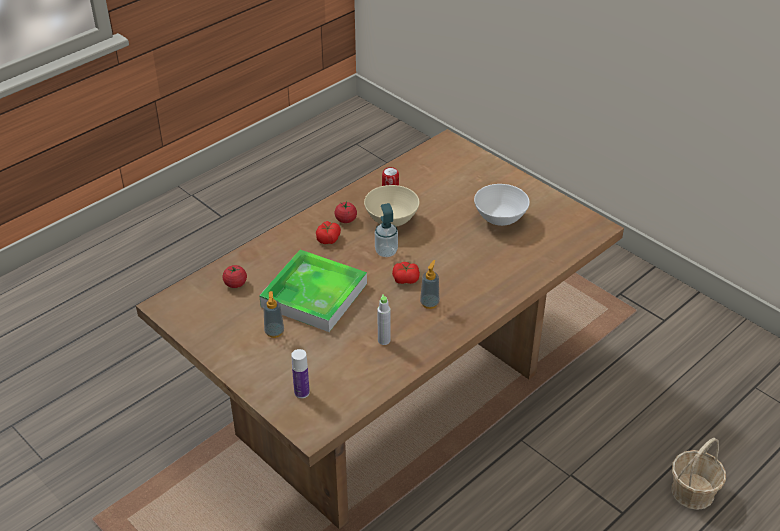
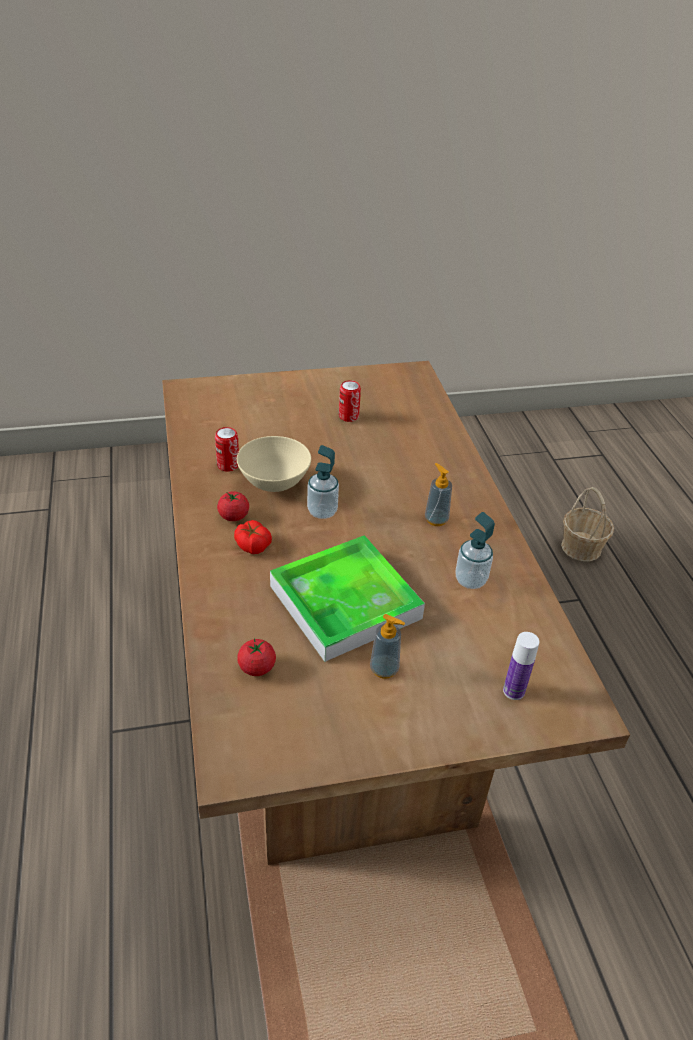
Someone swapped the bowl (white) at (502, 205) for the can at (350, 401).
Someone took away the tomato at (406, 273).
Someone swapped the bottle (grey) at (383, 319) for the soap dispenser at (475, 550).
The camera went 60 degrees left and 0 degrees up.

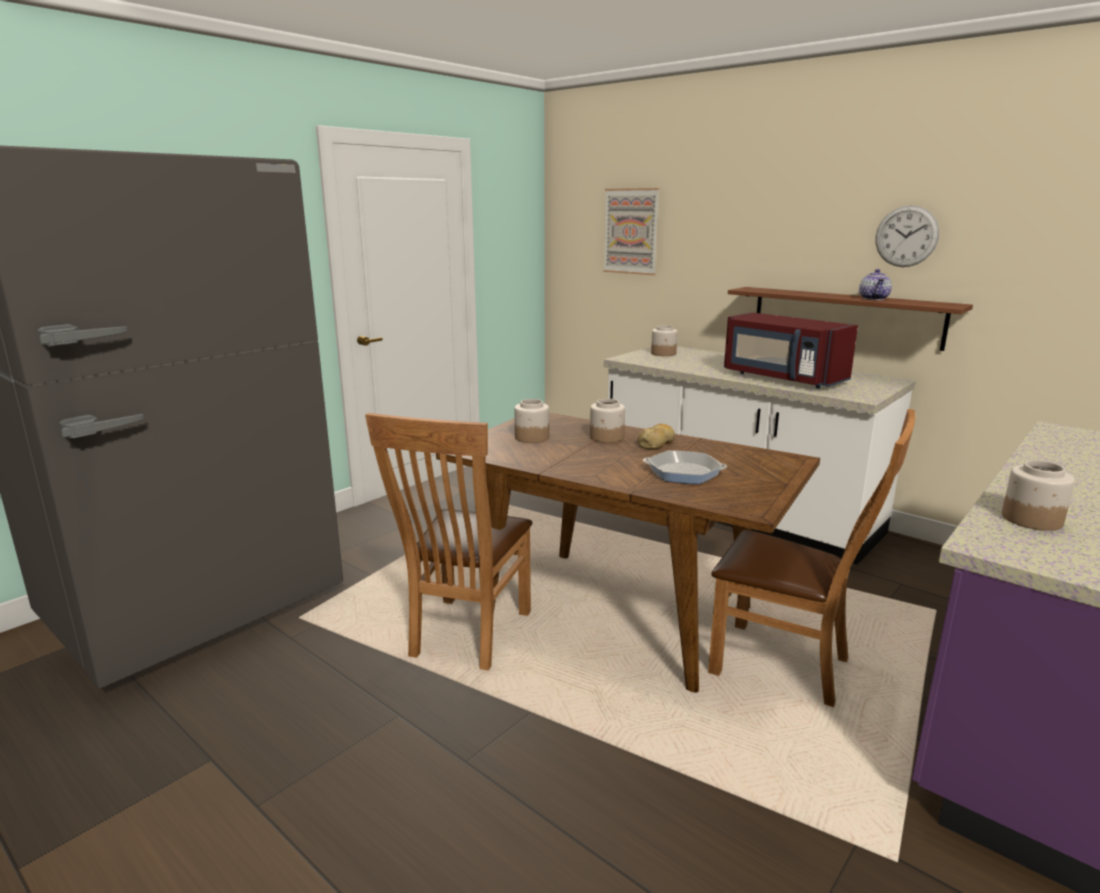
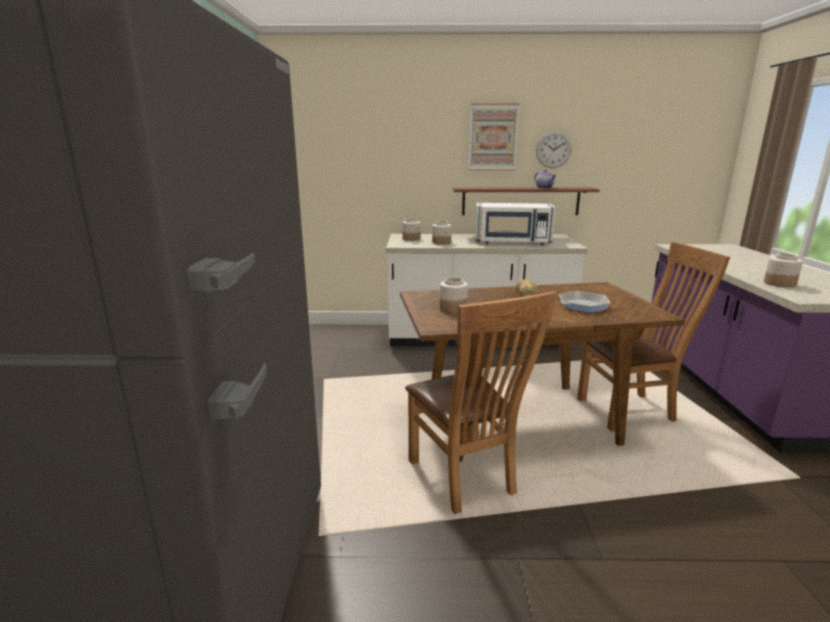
Someone carried the picture from (631, 231) to (494, 136).
Someone repainted the microwave (red) at (791, 350), which became the microwave (white) at (515, 224).
Someone carried the jar from (607, 421) to (442, 233).
The camera went 40 degrees left and 0 degrees up.

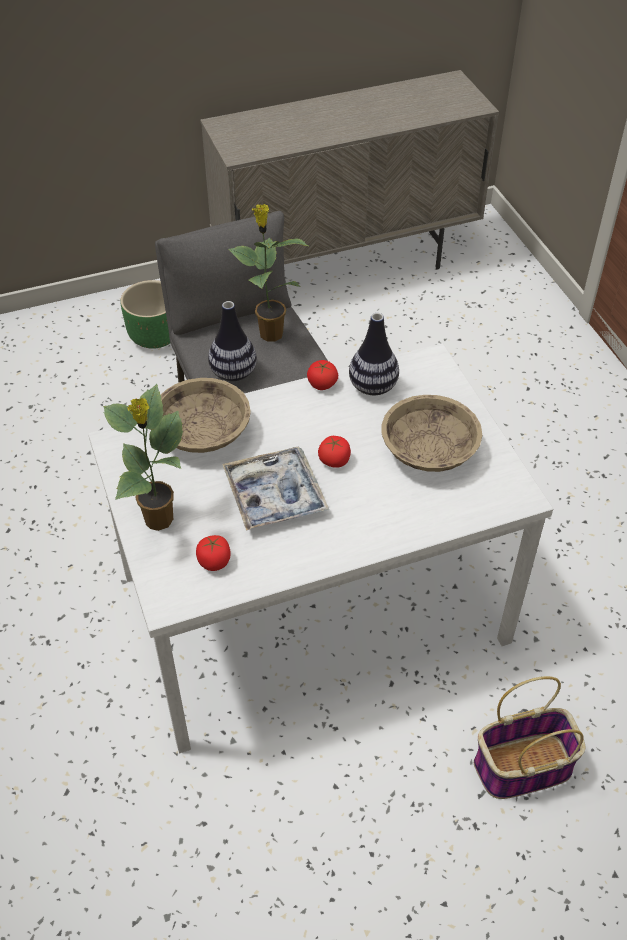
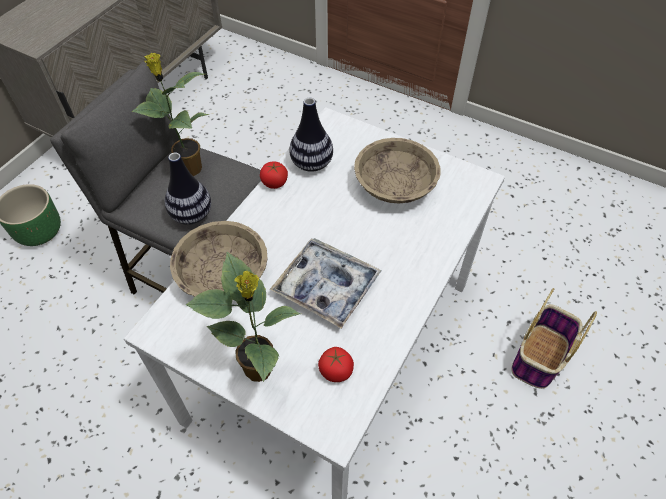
Someone took away the tomato at (334, 452).
The camera went 40 degrees left and 5 degrees up.

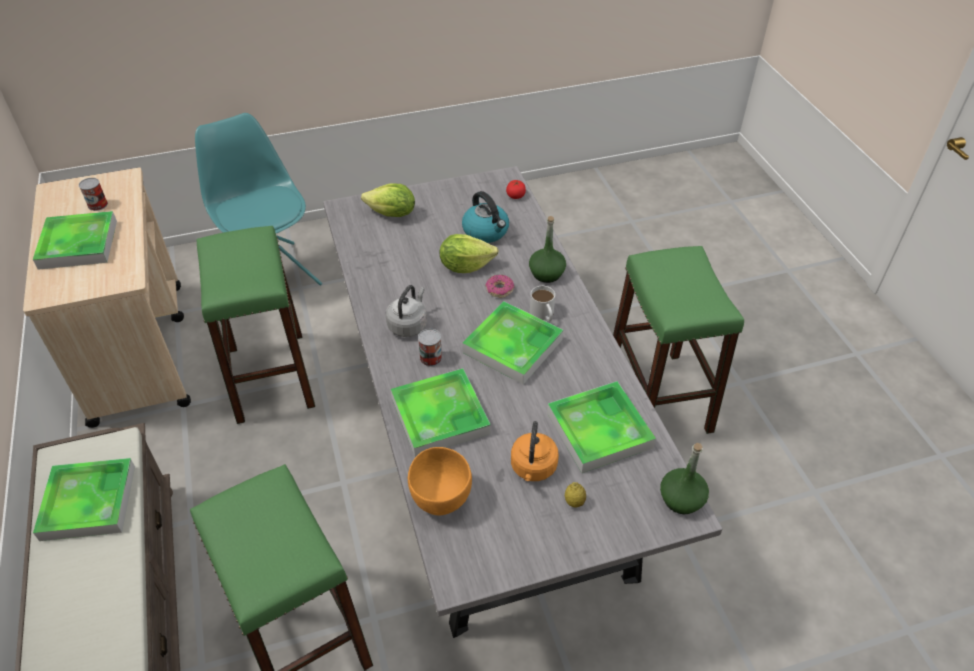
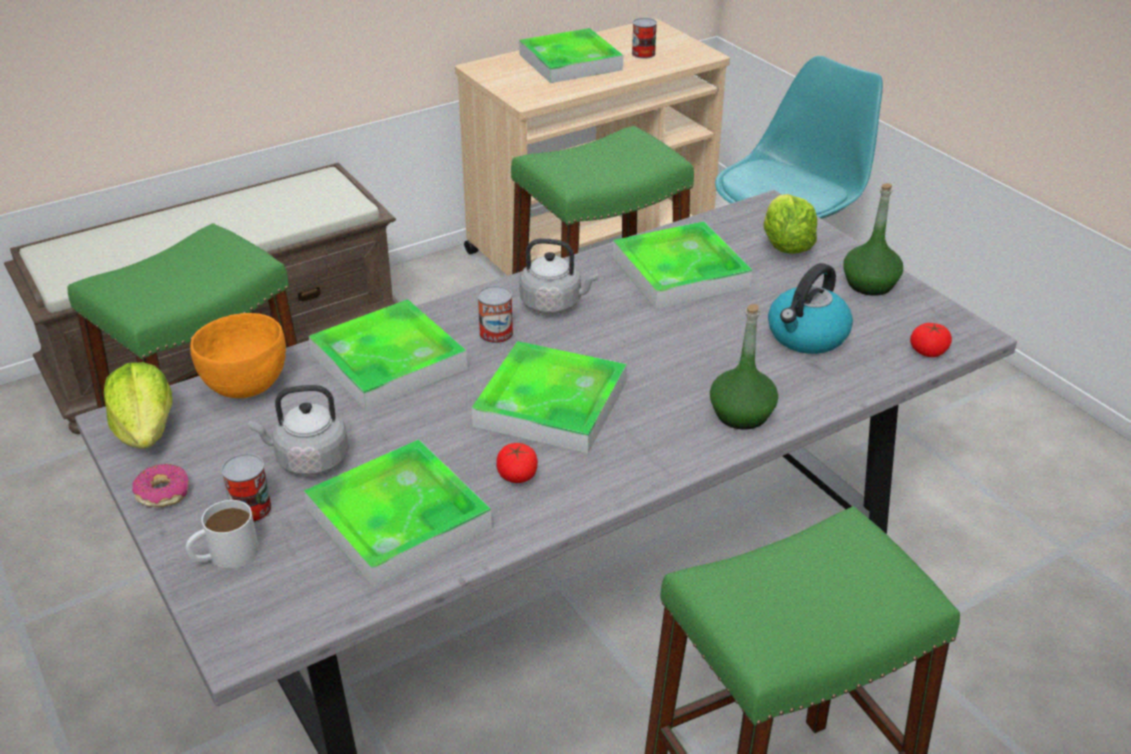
Someone carried the lettuce from (469, 253) to (137, 405).
Someone carried the donut from (499, 286) to (160, 485).
Someone carried the mug (white) from (542, 303) to (222, 534).
Someone repainted the kettle (orange) at (535, 451), which became the kettle (grey) at (299, 430).
Someone carried the bottle (green) from (684, 478) to (873, 239).
Someone carried the tray from (84, 499) to (682, 265).
Someone swapped the lemon at (575, 495) for the can at (246, 488).
Someone put down the tomato at (517, 463).
The camera went 75 degrees right and 10 degrees down.

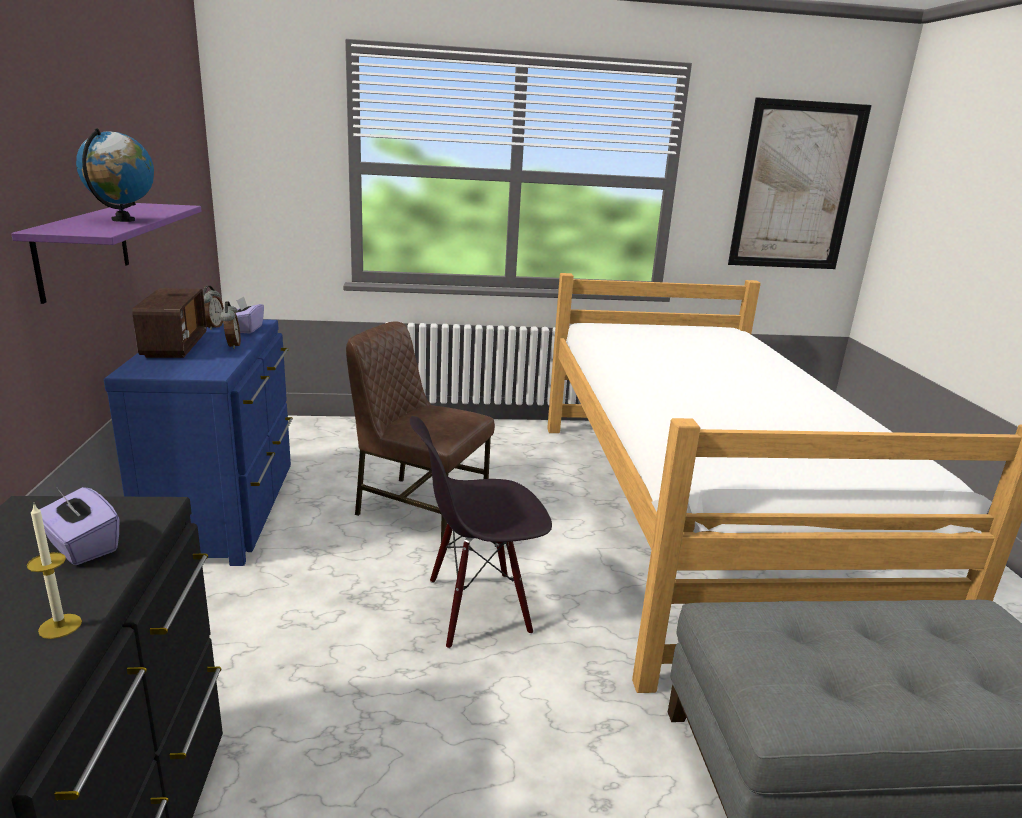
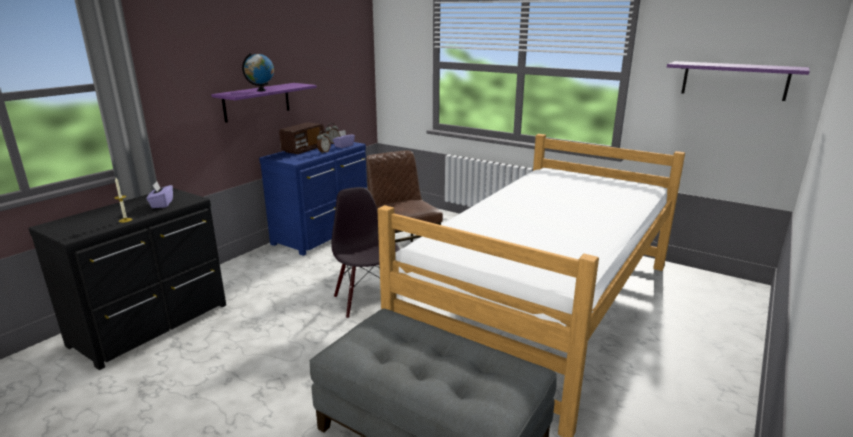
Someone swapped the picture at (800, 183) for the shelf (purple) at (738, 81).
Someone rotated the chair (black) at (481, 532) by 45 degrees clockwise.
The camera went 40 degrees right and 0 degrees up.

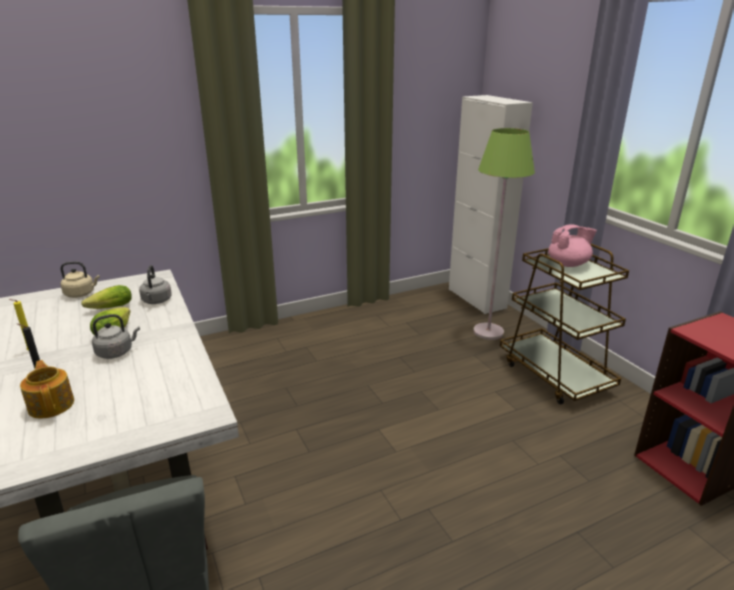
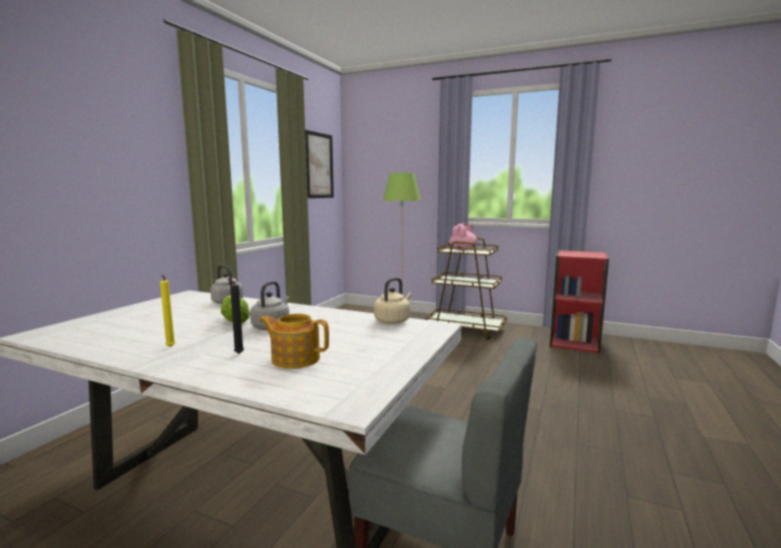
Someone took away the cabinet (white) at (491, 204).
Someone carried the kettle (beige) from (80, 280) to (393, 300).
Someone took away the lettuce at (106, 297).
Someone put up the picture at (319, 164).
The camera went 40 degrees left and 15 degrees down.

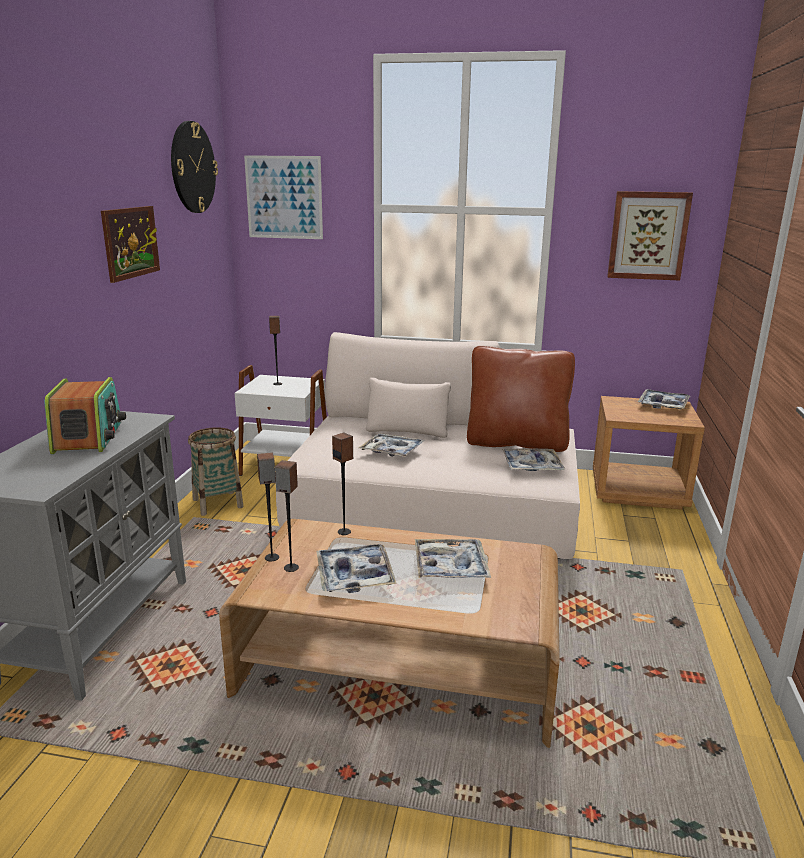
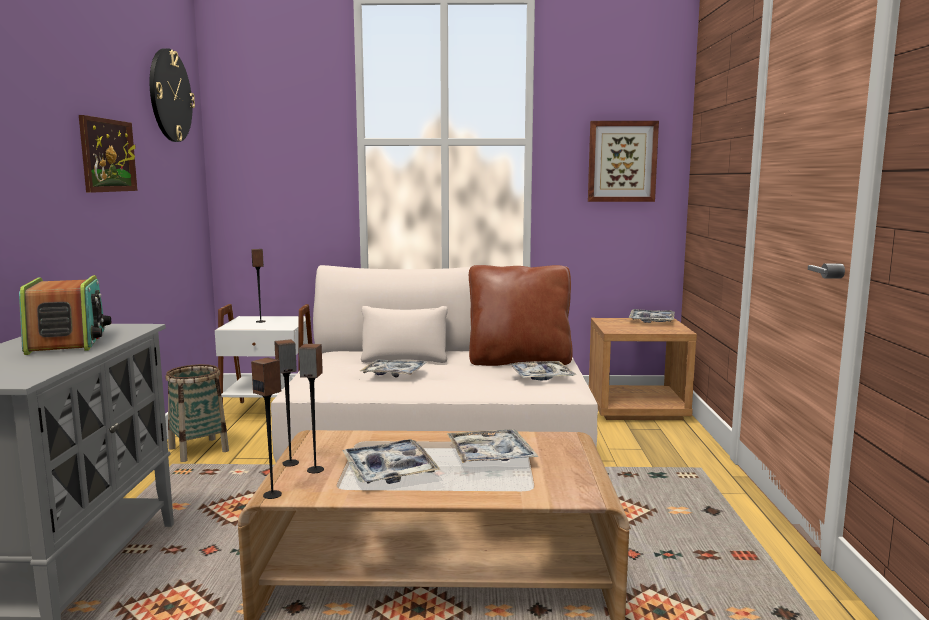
Someone took away the picture at (283, 197).
Someone carried the speaker from (342, 484) to (266, 428).
The camera went 10 degrees left and 10 degrees down.

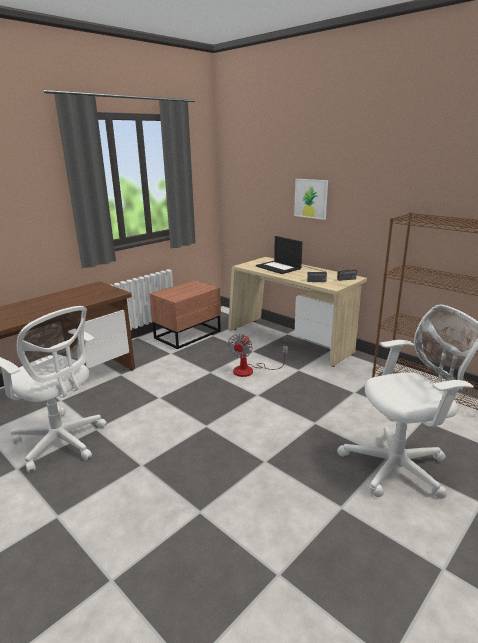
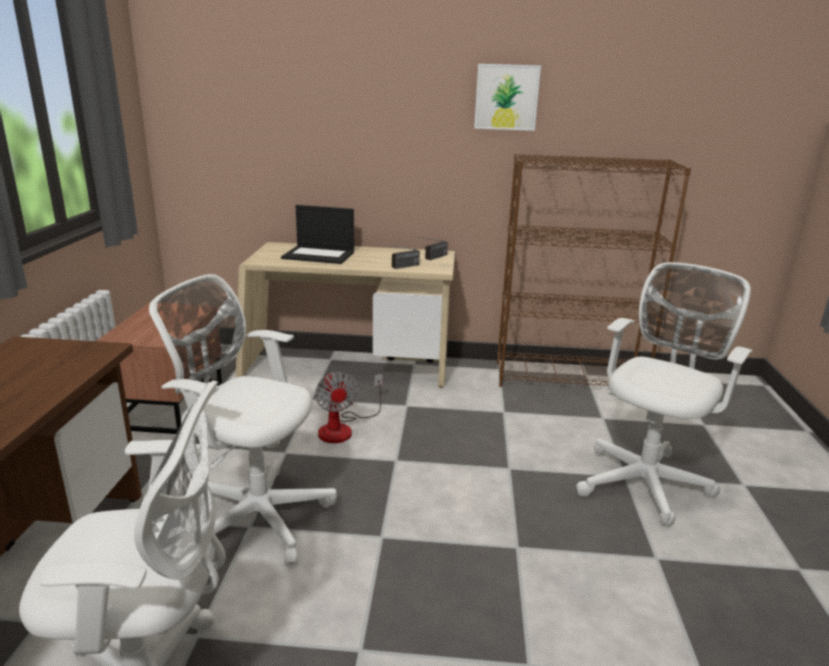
Someone carried the picture from (311, 199) to (507, 97).
Someone put down the office chair (white) at (243, 420).
The camera went 40 degrees left and 0 degrees up.

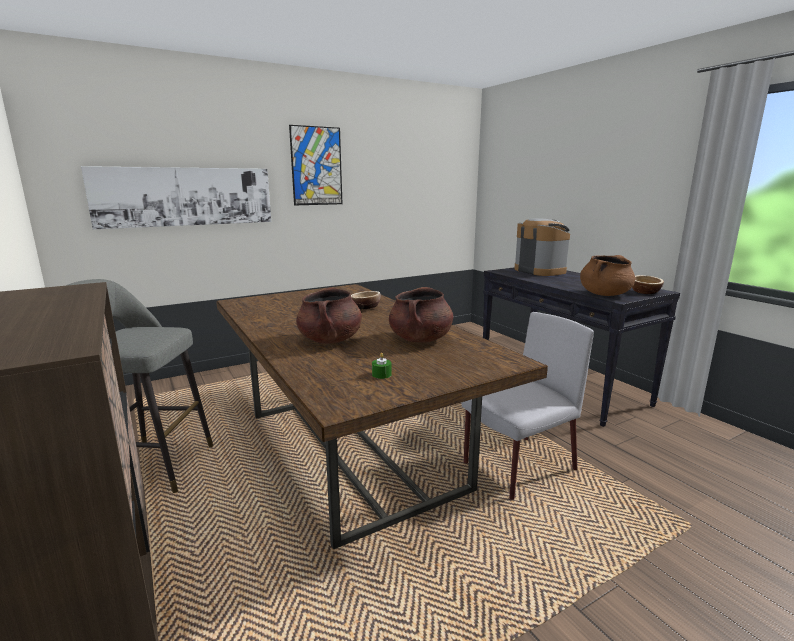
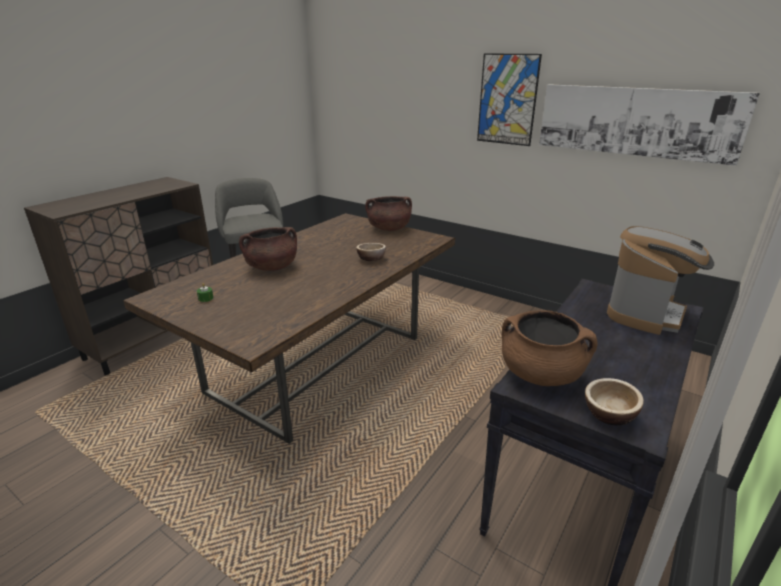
Someone carried the picture from (176, 197) to (649, 125).
Someone carried the cooking pot (brown) from (421, 314) to (388, 213).
Someone took away the chair (grey) at (528, 406).
The camera went 65 degrees right and 10 degrees up.

